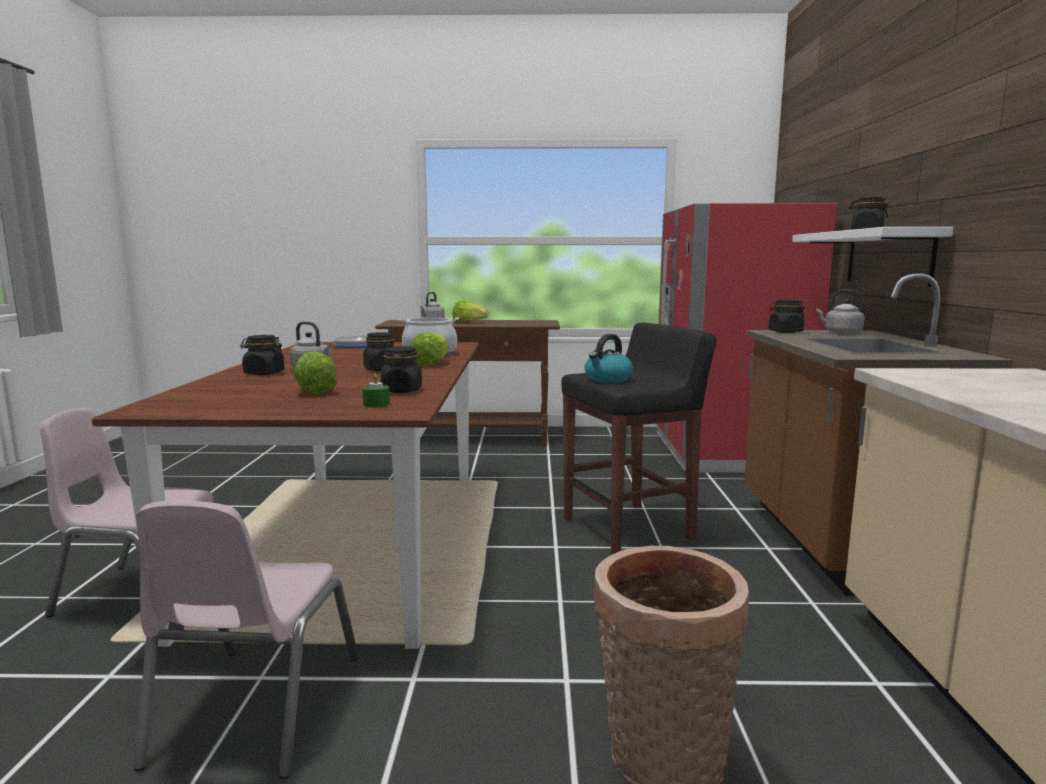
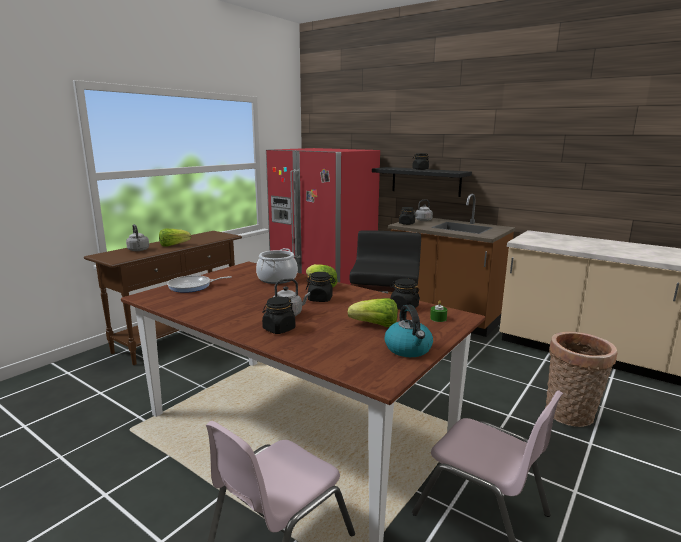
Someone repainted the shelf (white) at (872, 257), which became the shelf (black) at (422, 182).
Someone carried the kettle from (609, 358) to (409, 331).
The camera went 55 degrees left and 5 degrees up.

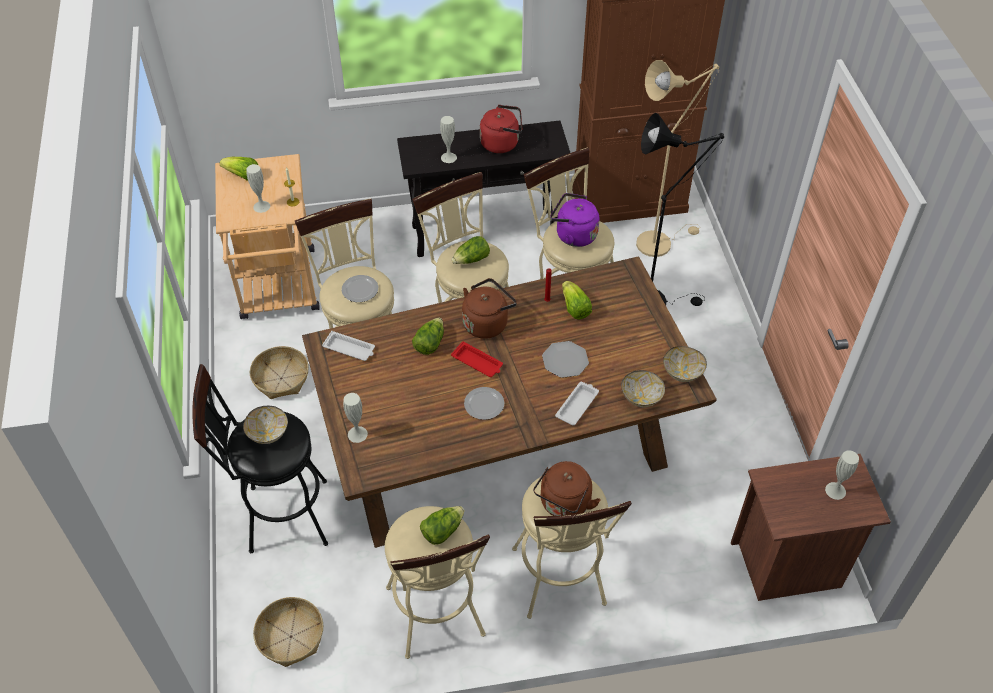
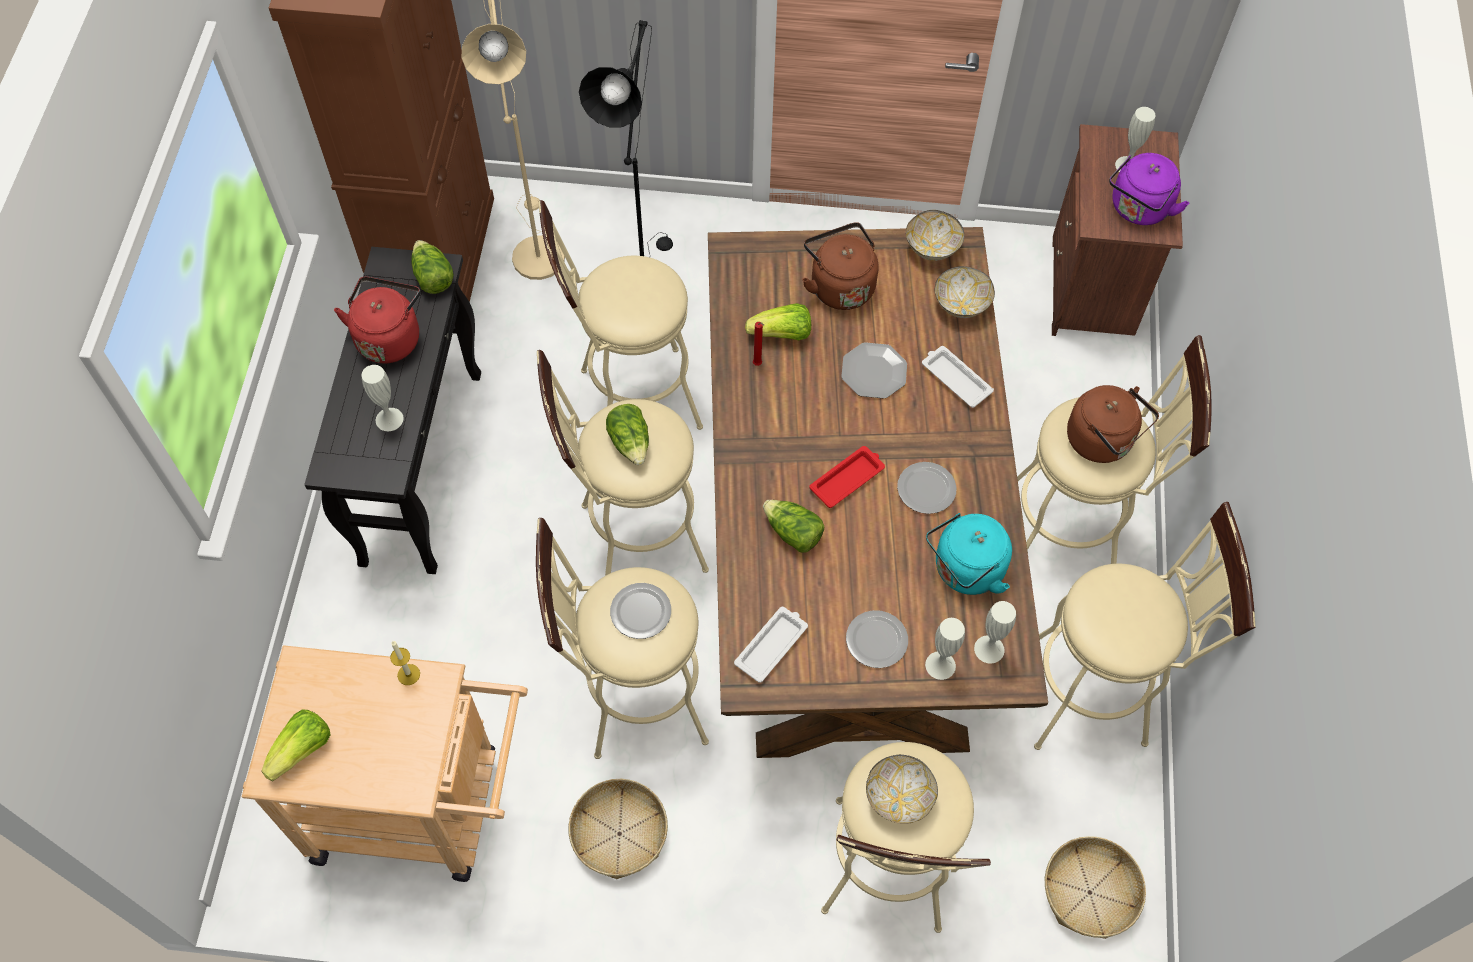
Someone carried the vase (white) from (258, 188) to (995, 632).
Someone carried the kettle (purple) from (574, 220) to (1149, 189).
Someone carried the kettle (brown) from (489, 308) to (840, 266).
Someone repainted the stool (black) at (260, 458), which became the stool (beige) at (906, 837).
Someone carried the lettuce from (442, 525) to (432, 267).
Someone put down the kettle (turquoise) at (969, 554).
Someone put down the plate at (877, 639).
The camera went 75 degrees left and 10 degrees up.

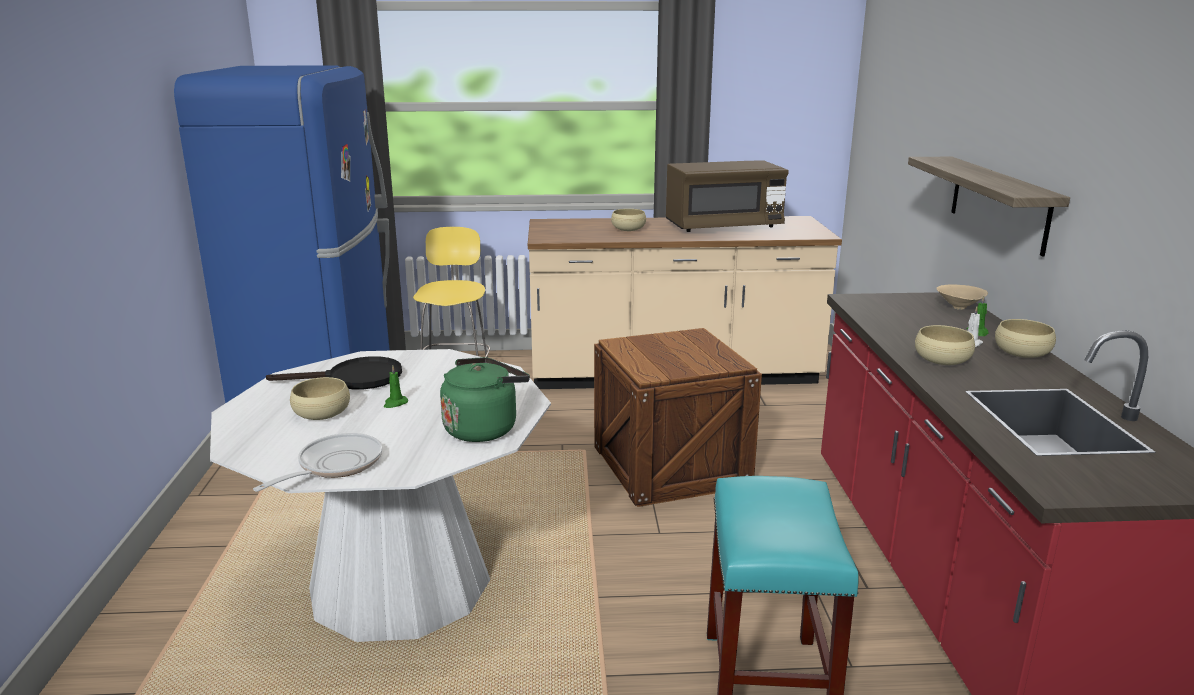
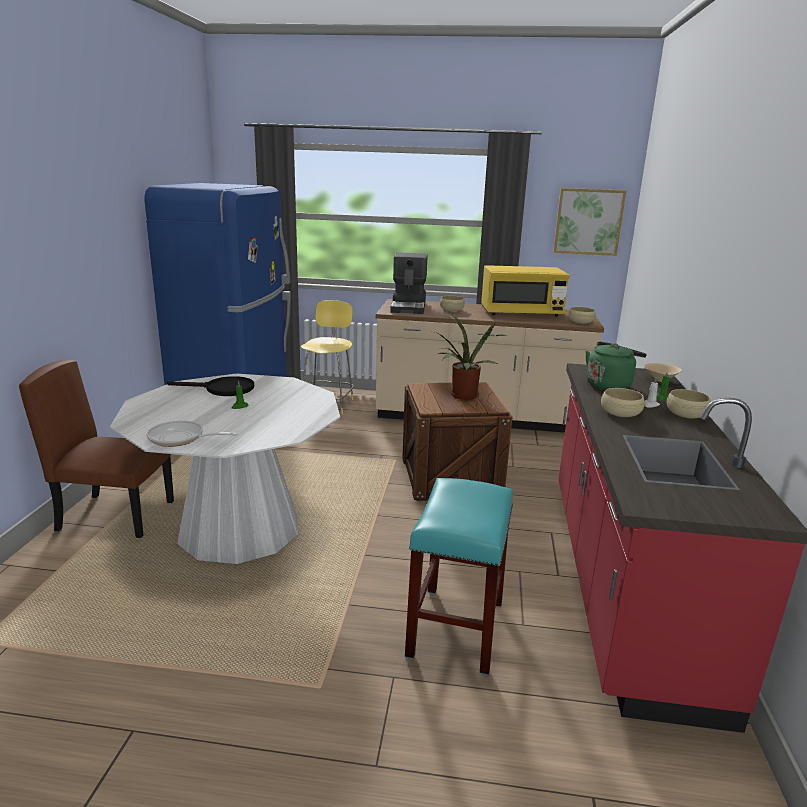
Someone took away the shelf at (989, 207).
Someone repainted the microwave (brown) at (727, 196), which became the microwave (yellow) at (525, 290).
Someone carried the kettle (green) from (485, 399) to (615, 365).
Someone carried the bowl (beige) from (320, 398) to (582, 315).
Someone rotated the frying pan at (317, 462) by 120 degrees counterclockwise.
Someone put up the picture at (589, 222).
Someone put down the coffee machine at (409, 283).
Someone put down the potted plant at (470, 356).
Someone put down the chair (brown) at (96, 449).
The camera went 10 degrees right and 0 degrees up.

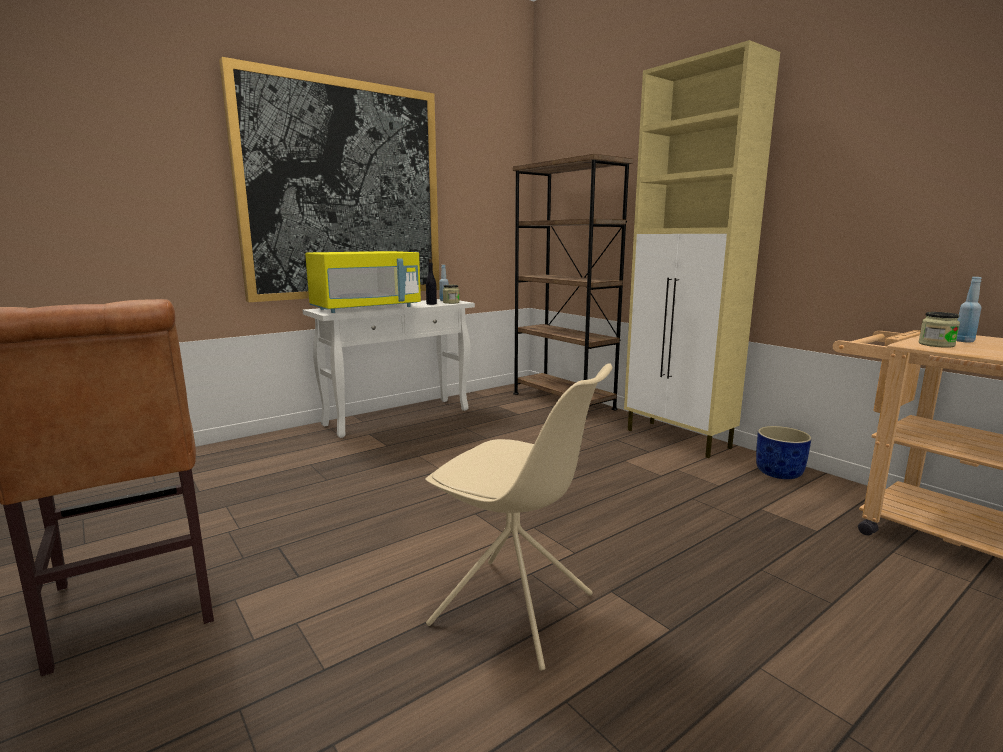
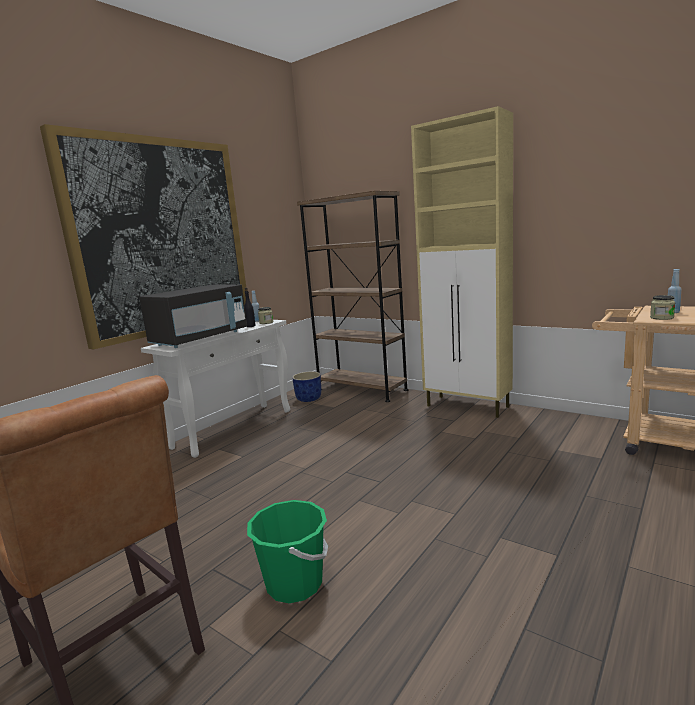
Someone repainted the microwave (yellow) at (363, 282), which became the microwave (black) at (193, 316).
Someone took away the chair (beige) at (518, 517).
Someone carried the planter (blue) from (784, 452) to (306, 386).
Someone put down the bucket (green) at (287, 551).
The camera went 15 degrees left and 0 degrees up.

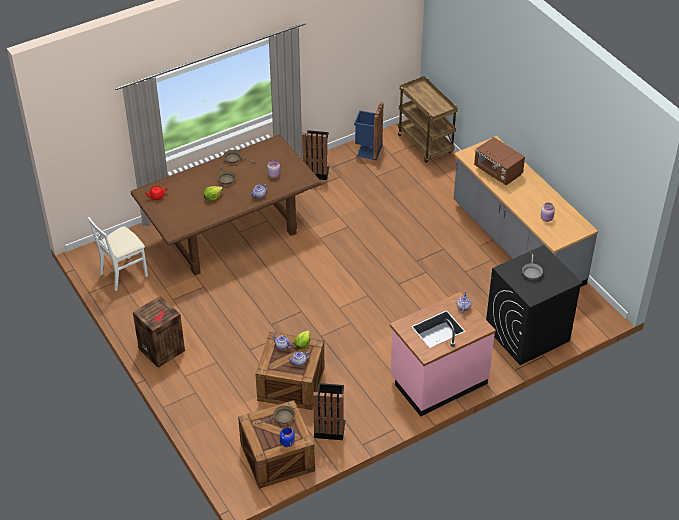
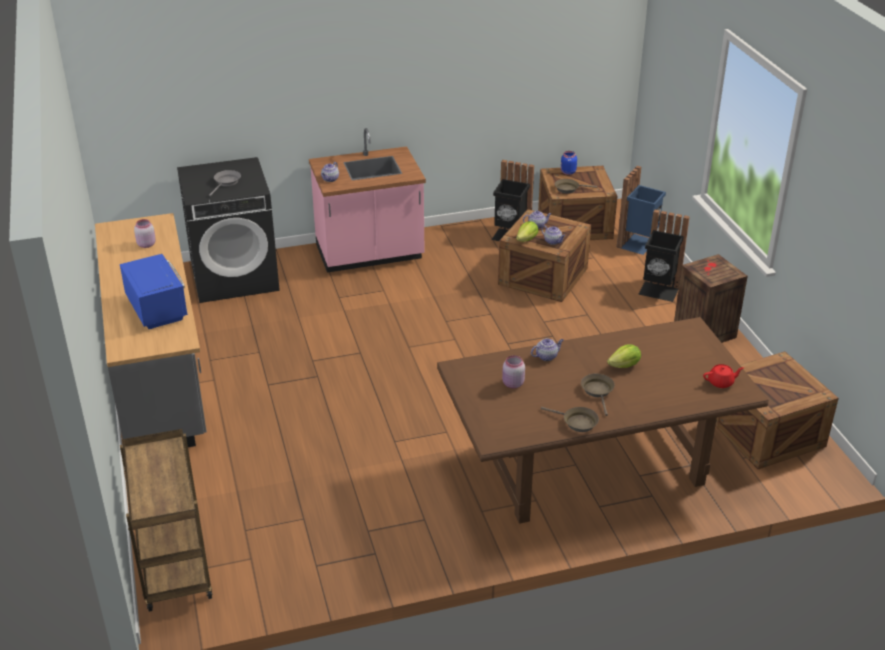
Someone carried the trash can (blue) from (368, 131) to (641, 210).
Someone carried the trash can (black) from (316, 155) to (664, 255).
Someone repainted the microwave (brown) at (499, 161), which became the microwave (blue) at (154, 291).
Someone swapped the chair (white) at (118, 254) for the crate at (777, 410).
The camera went 165 degrees left and 10 degrees down.

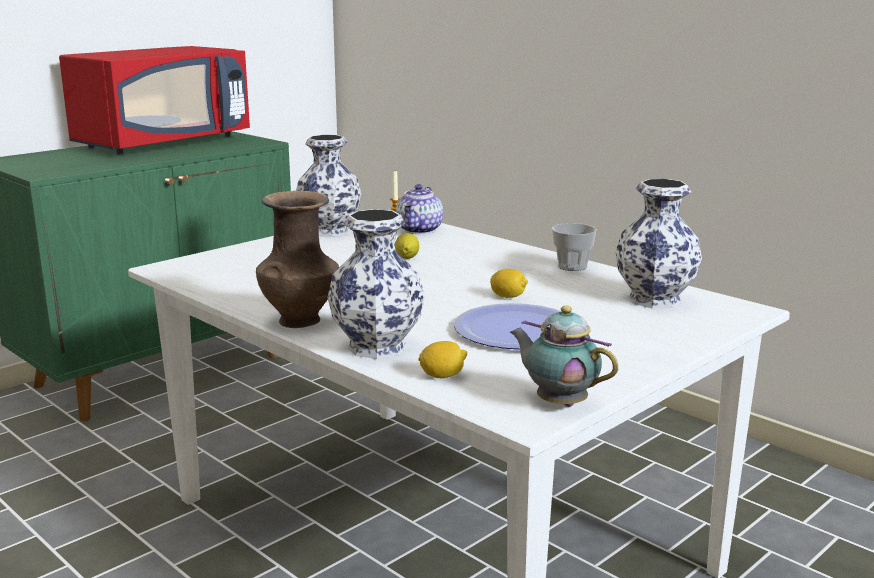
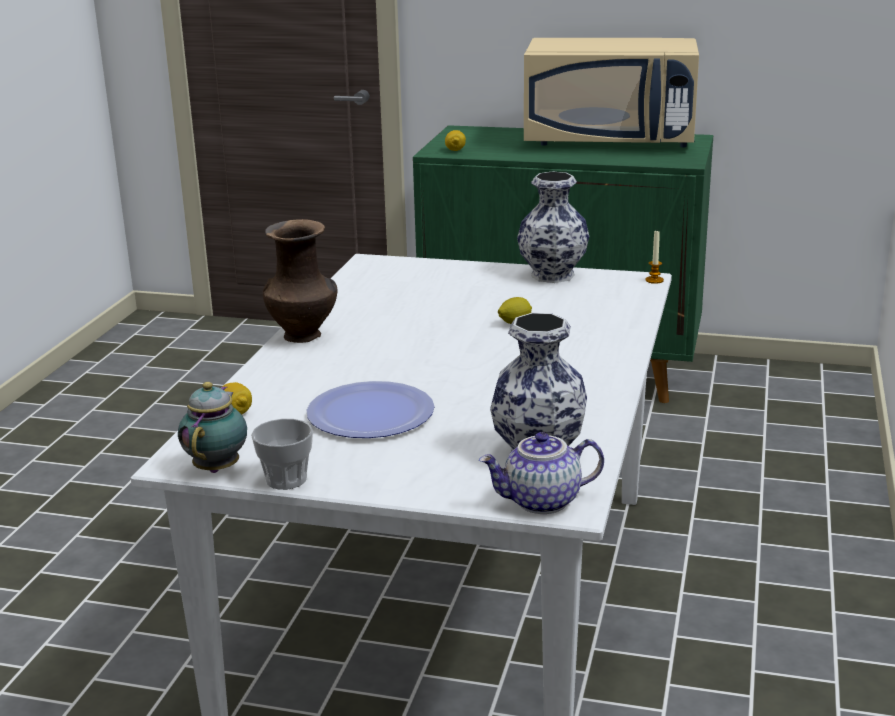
Someone repainted the microwave (red) at (154, 100), which became the microwave (beige) at (611, 92).
Someone carried the teapot from (419, 209) to (541, 473).
Someone took away the vase at (376, 284).
Someone carried the cup from (574, 247) to (282, 454).
Someone carried the lemon from (509, 283) to (455, 140).
The camera went 60 degrees right and 5 degrees up.

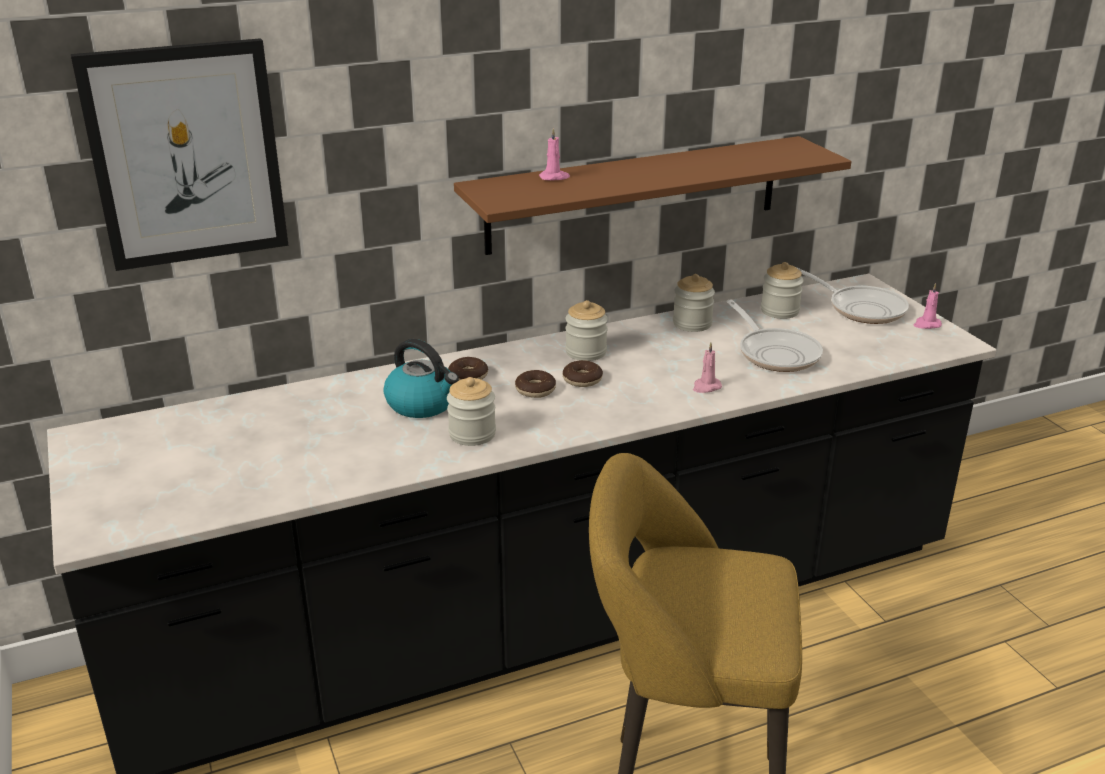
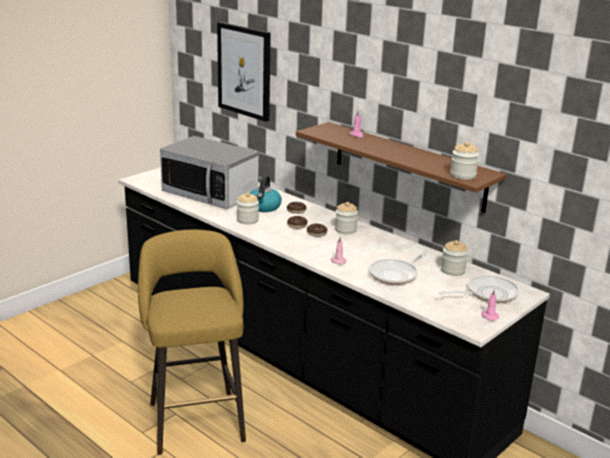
Someone rotated the frying pan at (852, 295) by 135 degrees counterclockwise.
Someone carried the jar from (694, 303) to (464, 160).
Someone put down the microwave at (209, 172).
The camera went 65 degrees right and 5 degrees down.

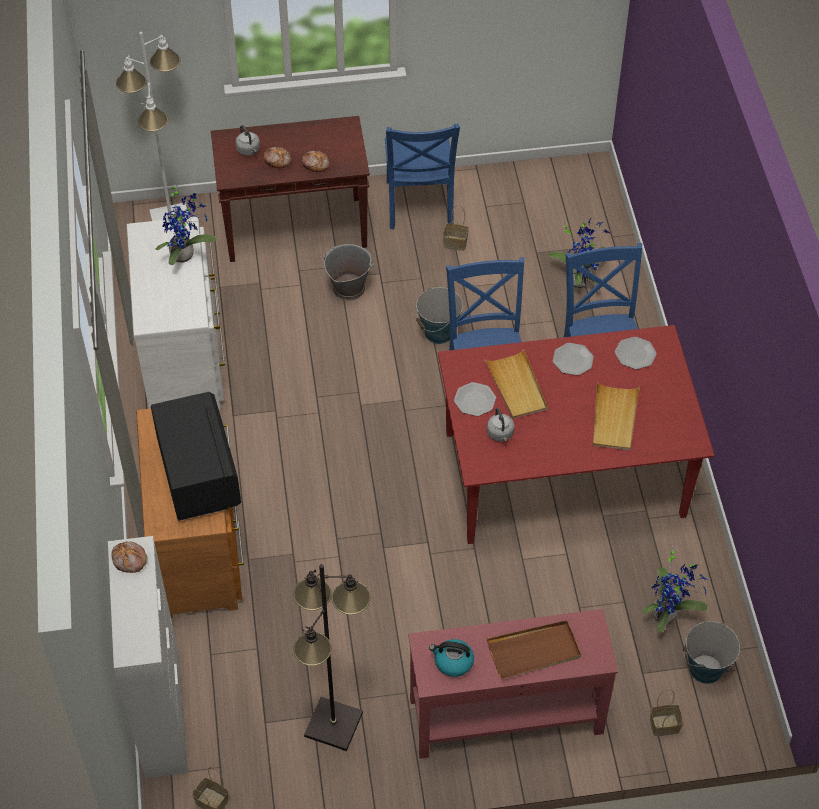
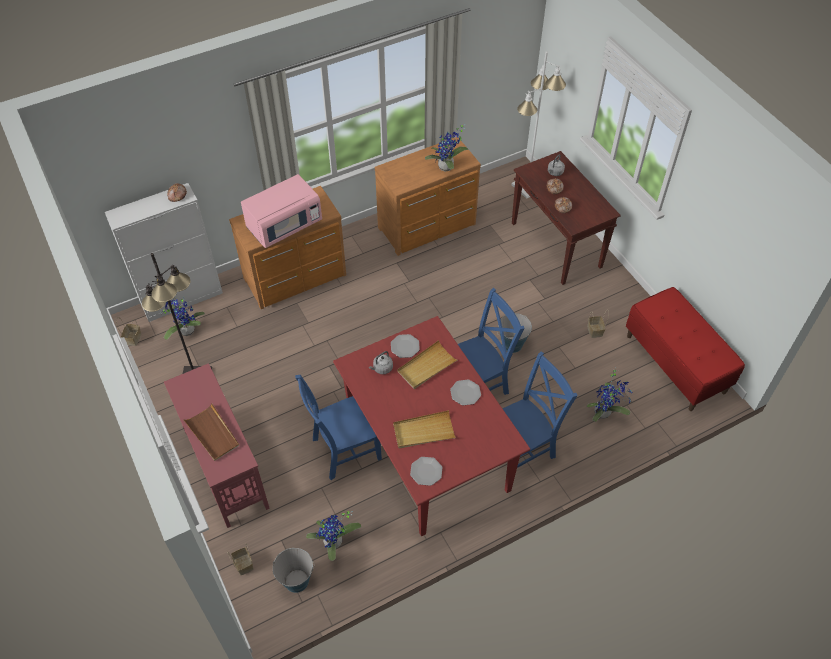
Someone carried the chair (blue) from (422, 176) to (338, 427).
Someone repainted the dresser (white) at (175, 313), which became the dresser (brown) at (428, 196).
Someone took away the bucket (grey) at (348, 272).
Someone carried the plate from (636, 353) to (426, 471).
Someone repainted the microwave (black) at (196, 456), which became the microwave (pink) at (281, 211).
Someone took away the kettle at (451, 658).
Someone put down the bench (red) at (685, 349).
Someone put down the potted plant at (182, 318).
The camera went 70 degrees right and 0 degrees up.

